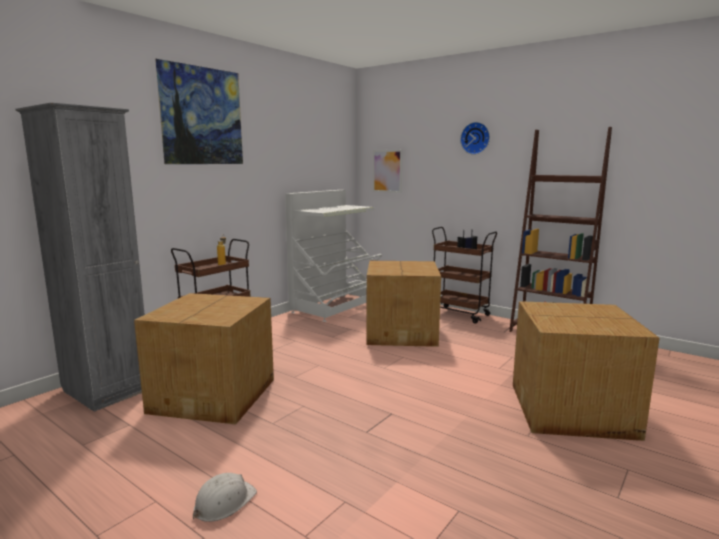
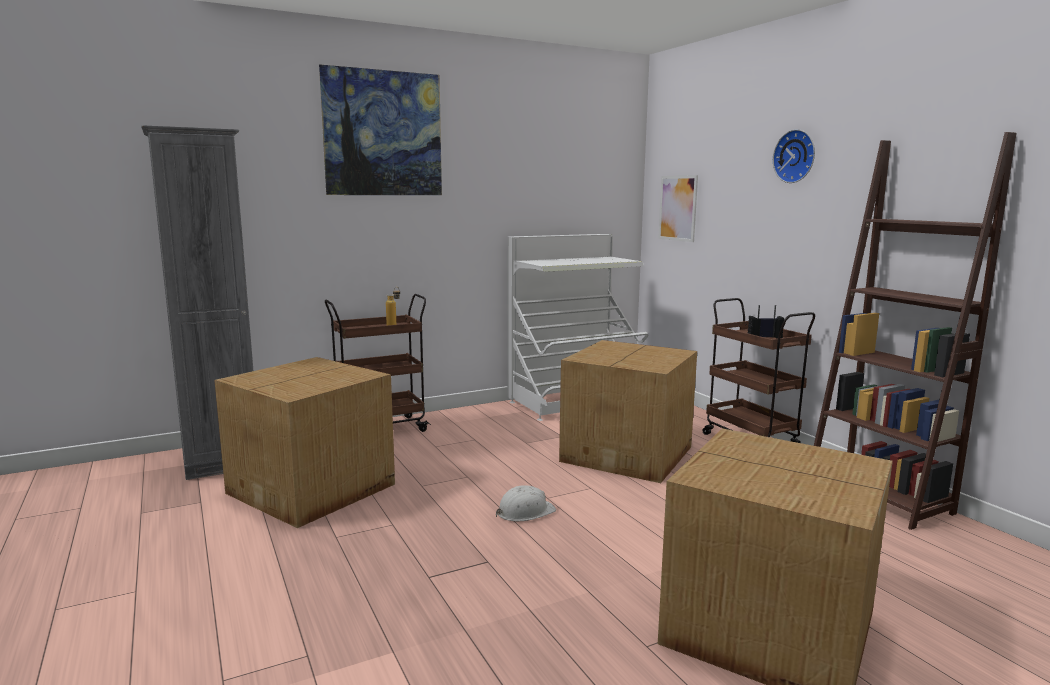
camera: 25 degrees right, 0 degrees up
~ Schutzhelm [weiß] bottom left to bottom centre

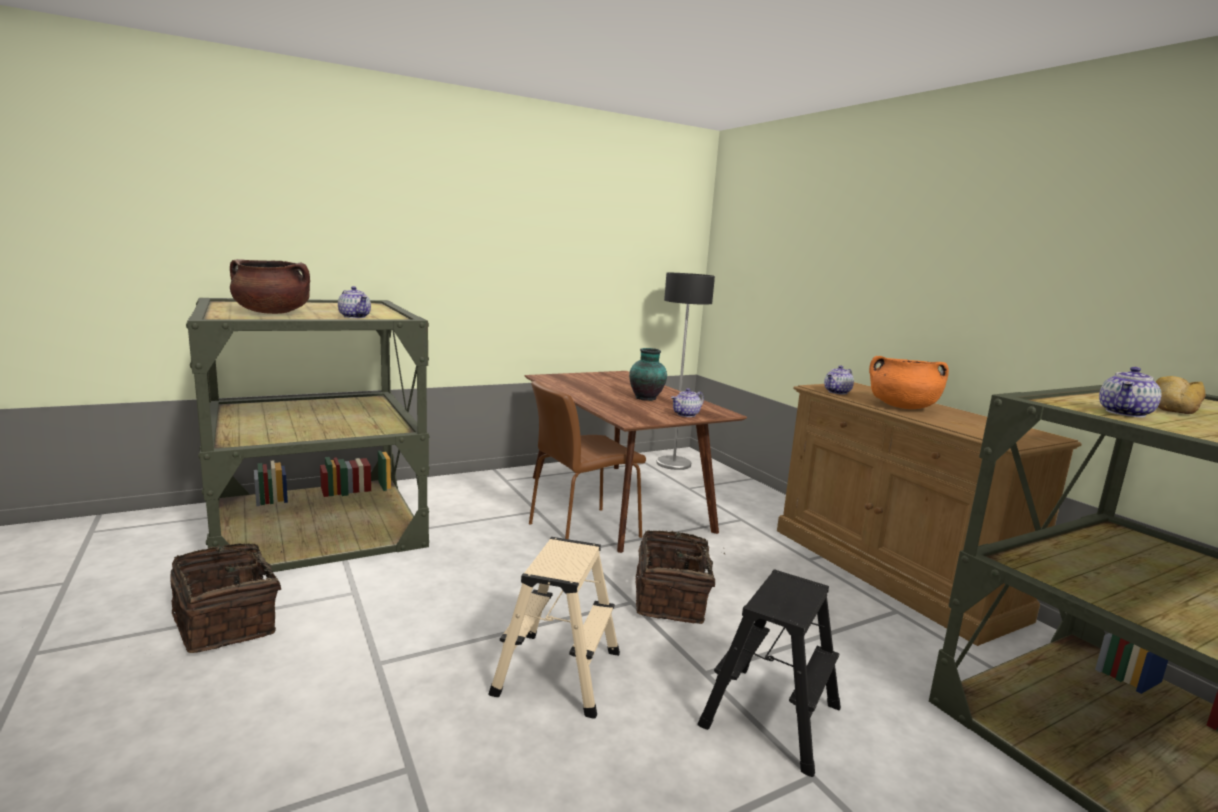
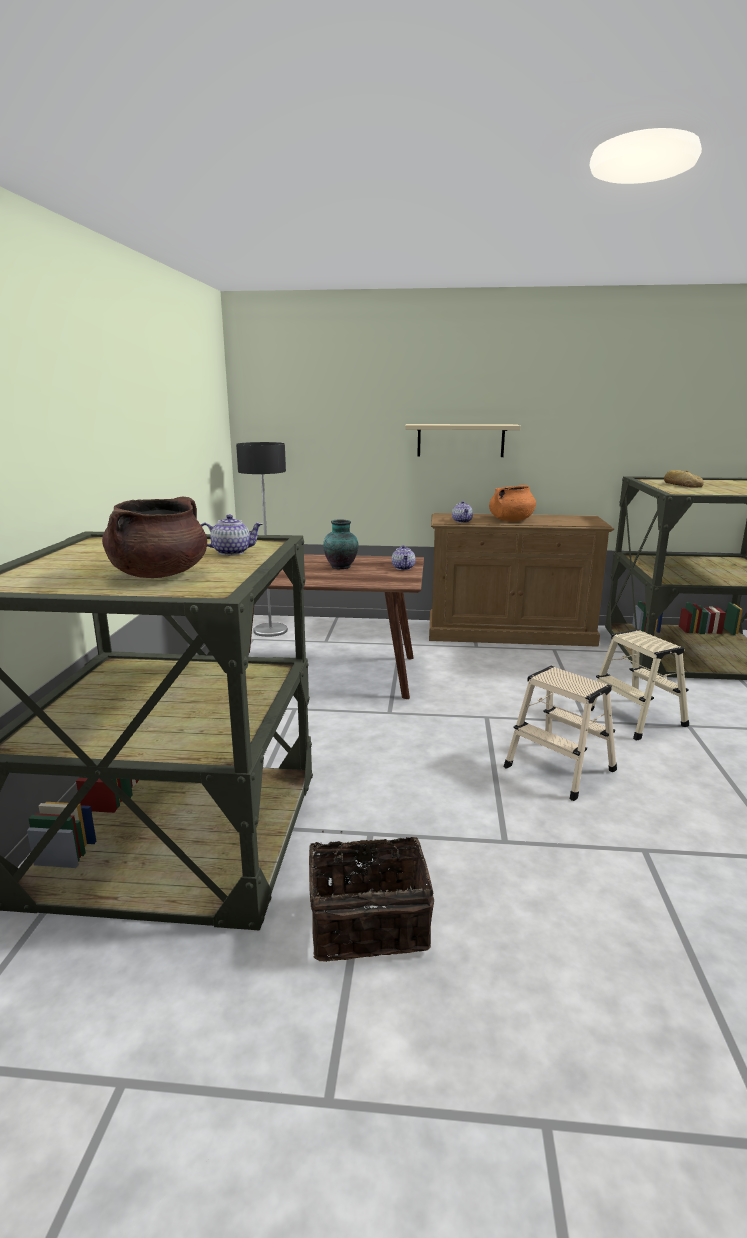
camera: 55 degrees left, 5 degrees up
- Teekanne (no. 4 from left) middle right
- Stuhl [braun] centre
- Korb (no. 2 from left) bottom centre
~ Trittleiter [schwarz] bottom centre to Trittleiter [beige] (no. 2 from left) middle right
+ Wandregal [beige] centre

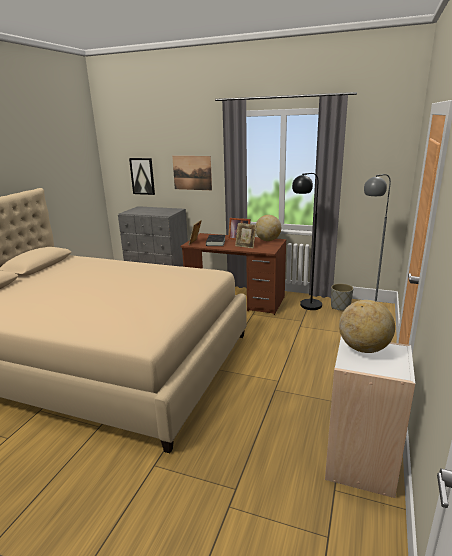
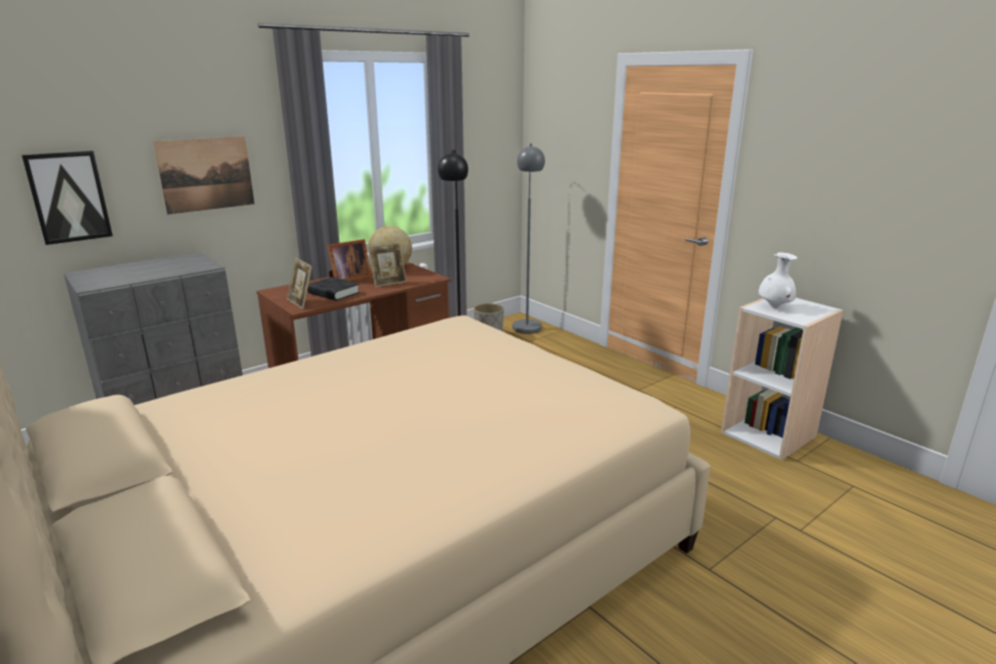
camera: 60 degrees left, 0 degrees up
~ Globus (no. 2 from left) middle right to Vase [weiß] middle right

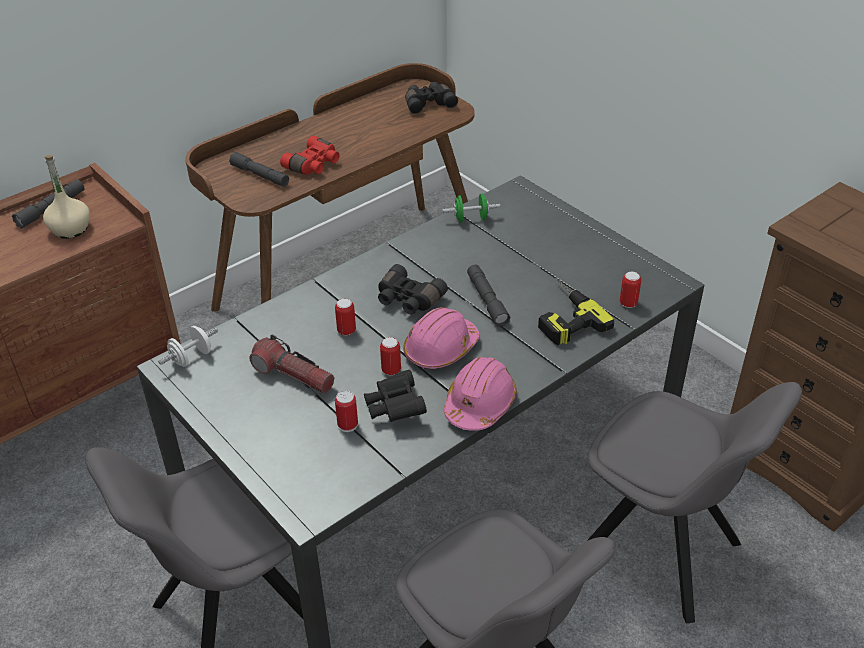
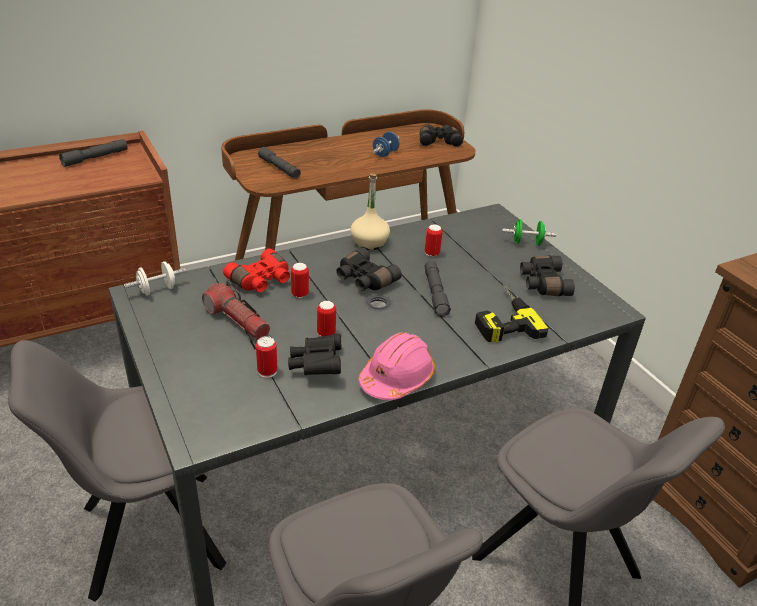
camera: 10 degrees right, 5 degrees down
~ Fernglas [rot] top centre to centre
~ Flasche [beige] top left to centre
~ Hantel [grün] top centre to middle right
~ Dose (no. 4 from left) middle right to centre
- Schutzhelm [rosa] (no. 1 from left) centre
+ Hantel [blau] top centre
+ Fernglas [schwarz] (no. 4 from left) middle right

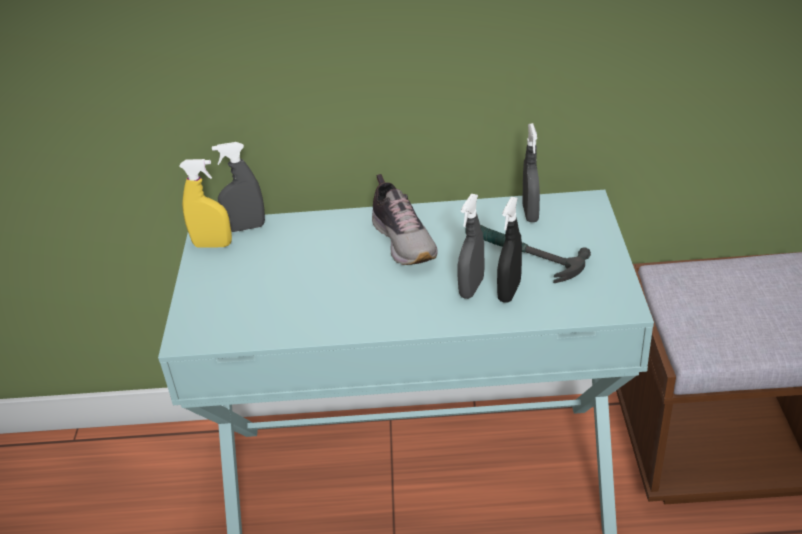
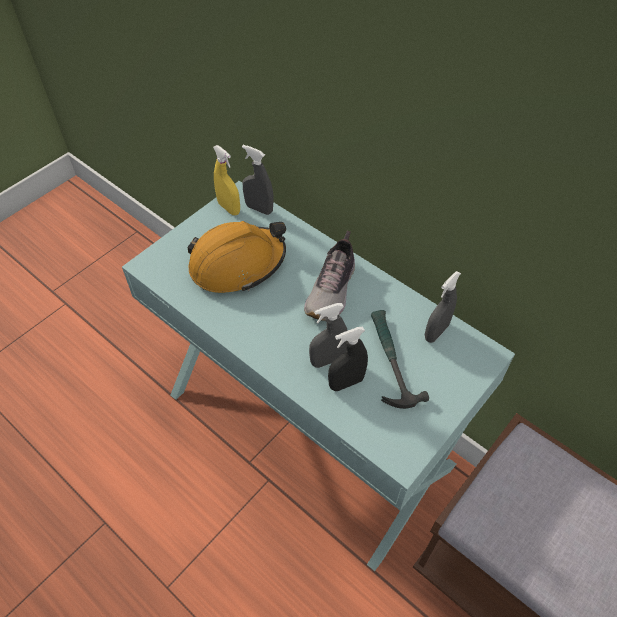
camera: 40 degrees right, 15 degrees up
+ Schutzhelm [orange] centre

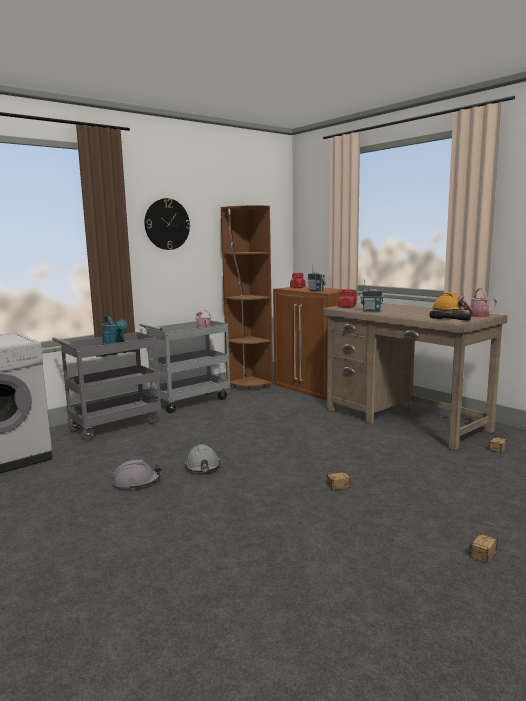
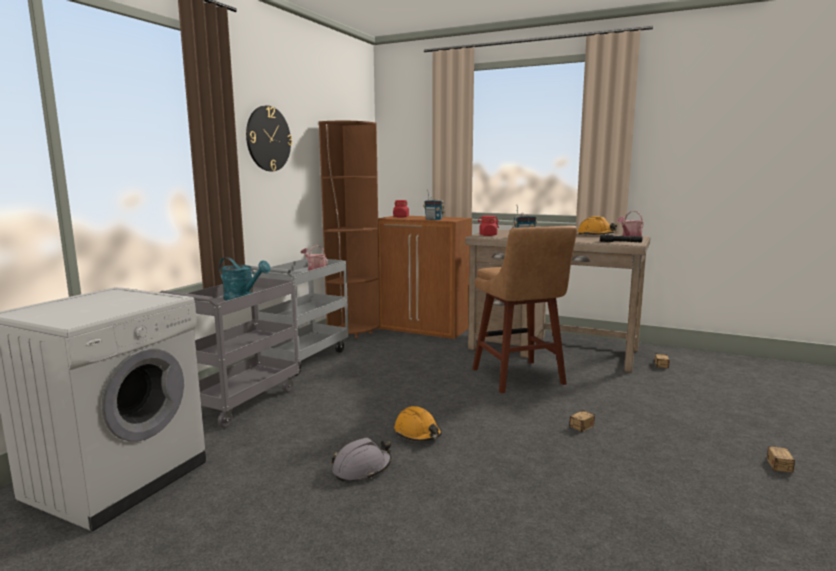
camera: 25 degrees left, 0 degrees up
~ Schutzhelm [grau] (no. 2 from left) centre to Schutzhelm [orange] (no. 1 from left) bottom centre
+ Hocker [braun] centre

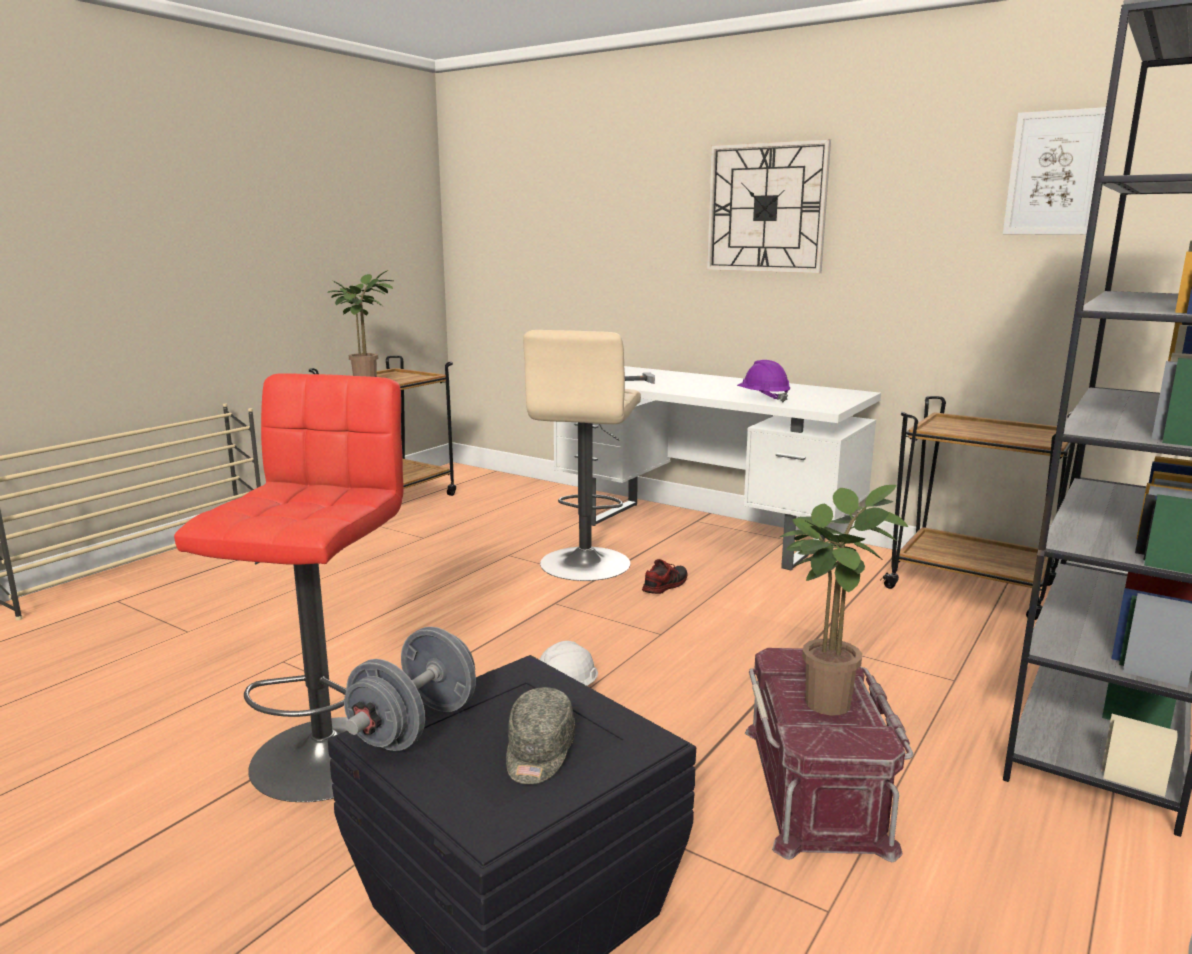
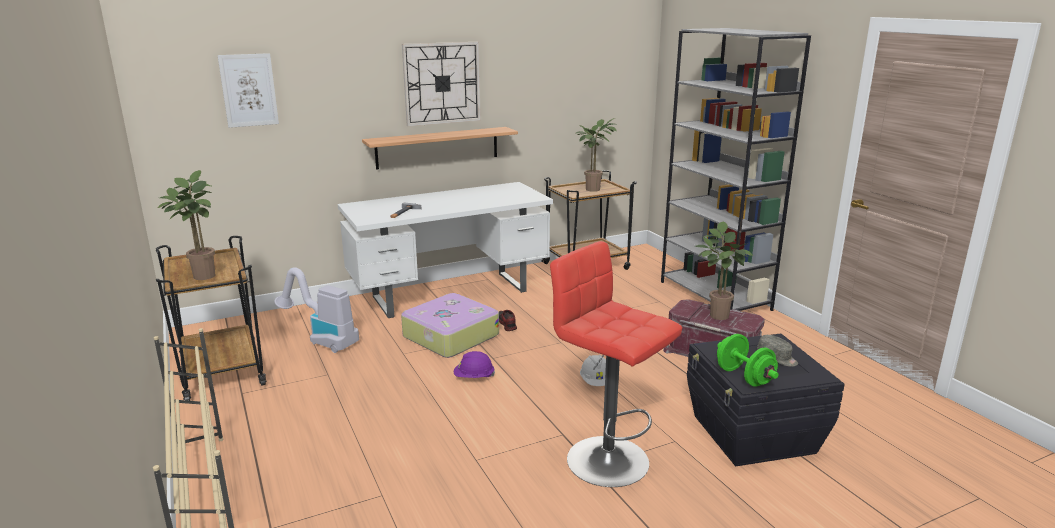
camera: 60 degrees left, 5 degrees up
~ Bild top right to top left
~ Hocker [beige] centre to Koffer centre
~ Schutzhelm [lila] centre to bottom centre
~ Hantel [grau] bottom centre to Hantel [grün] bottom right
+ Topfpflanze (no. 2 from left) top centre
+ Wandregal top centre
+ Staubsauger middle left

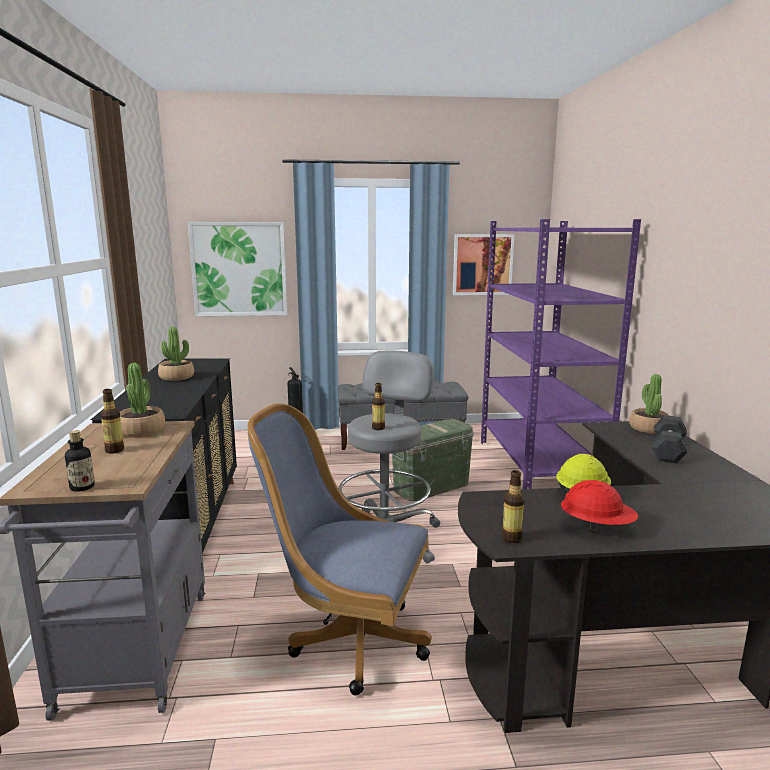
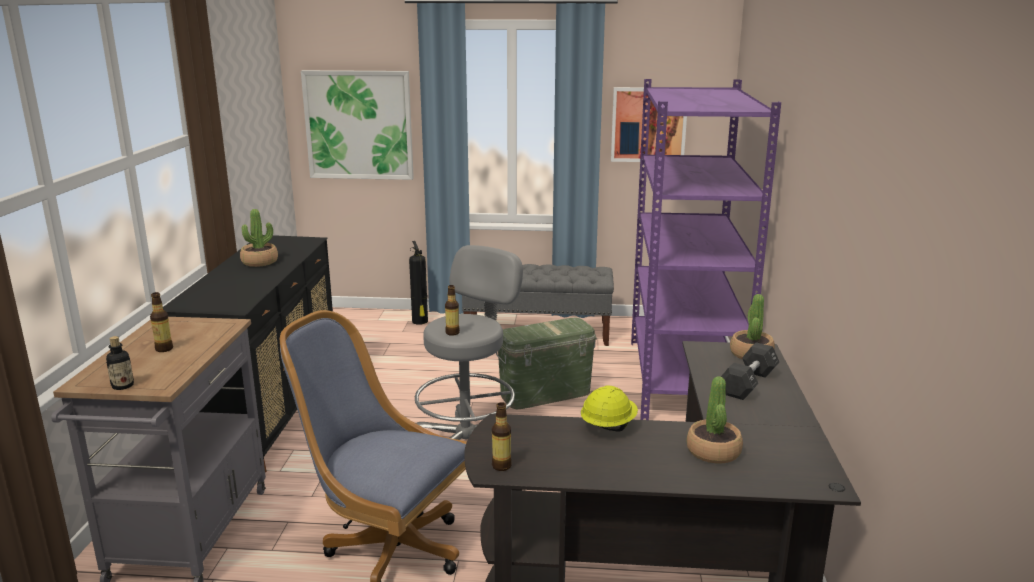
camera: 10 degrees right, 5 degrees up
~ Topfpflanze (no. 1 from left in the first image) middle left to Topfpflanze (no. 2 from left) bottom right
- Schutzhelm [rot] middle right

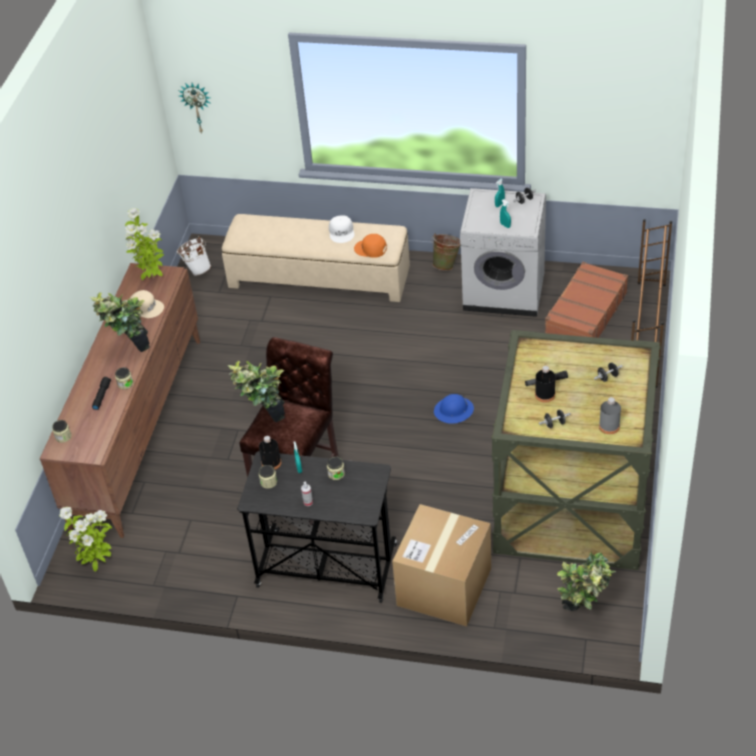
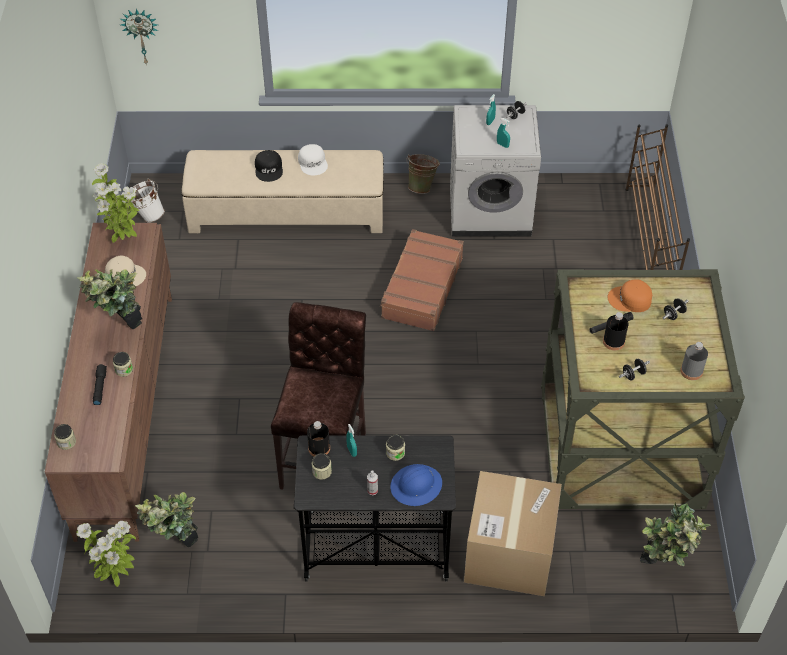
camera: 15 degrees left, 5 degrees up
~ Kappe [orange] top centre to middle right
~ Koffer [braun] middle right to centre
~ Topfpflanze (no. 4 from left) centre to bottom left
~ Schutzhelm [blau] centre to bottom centre
+ Kappe [schwarz] top centre

